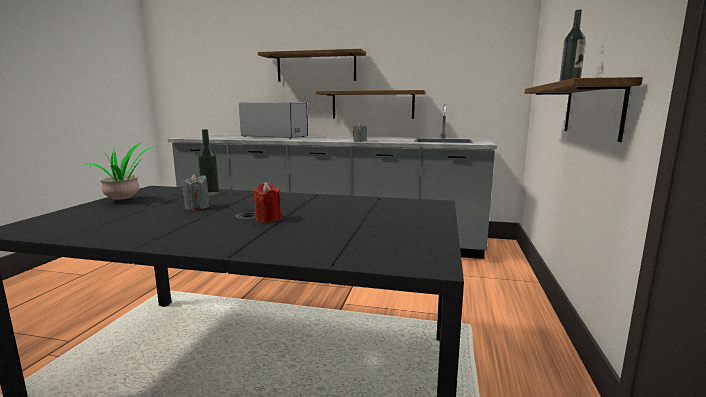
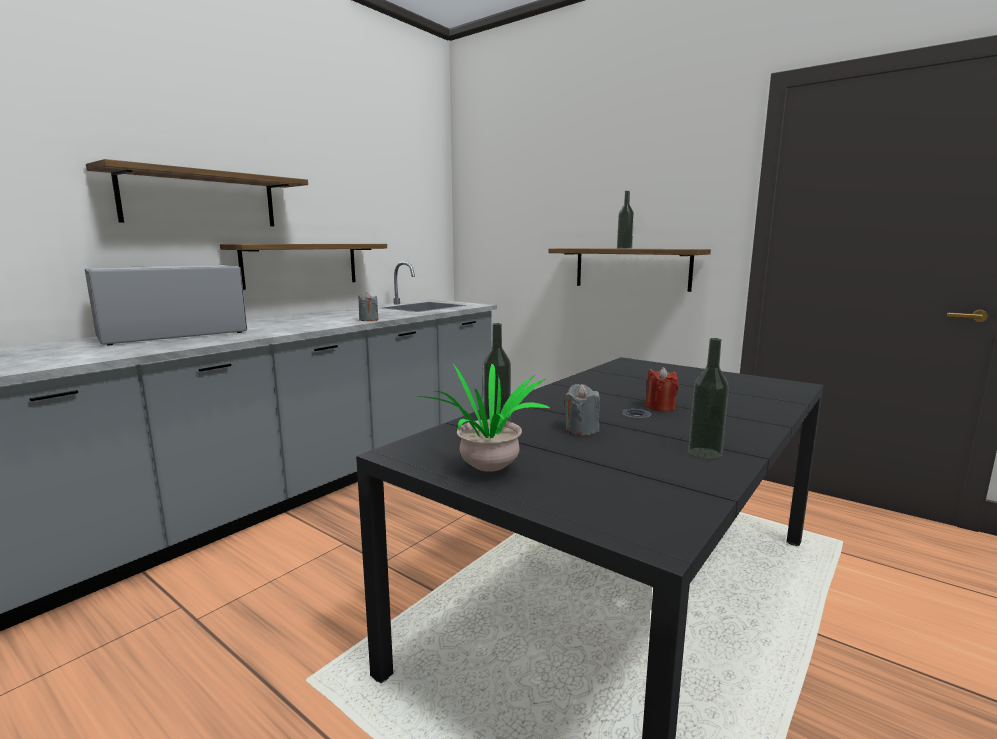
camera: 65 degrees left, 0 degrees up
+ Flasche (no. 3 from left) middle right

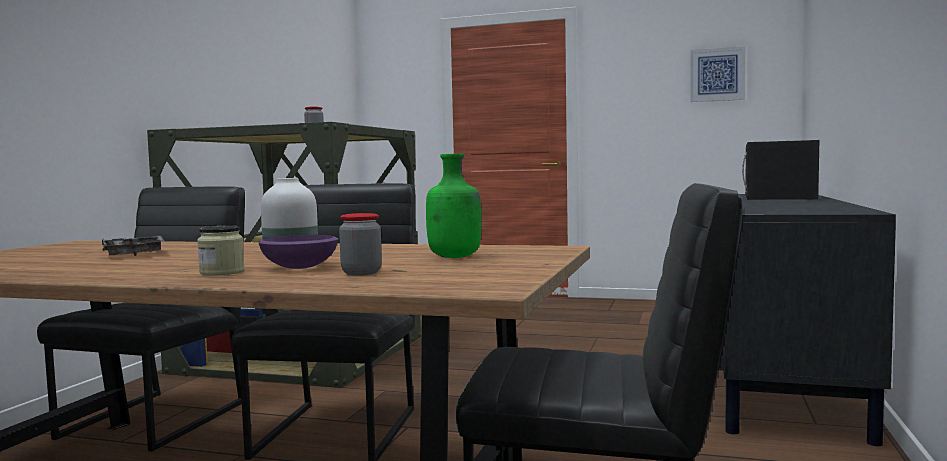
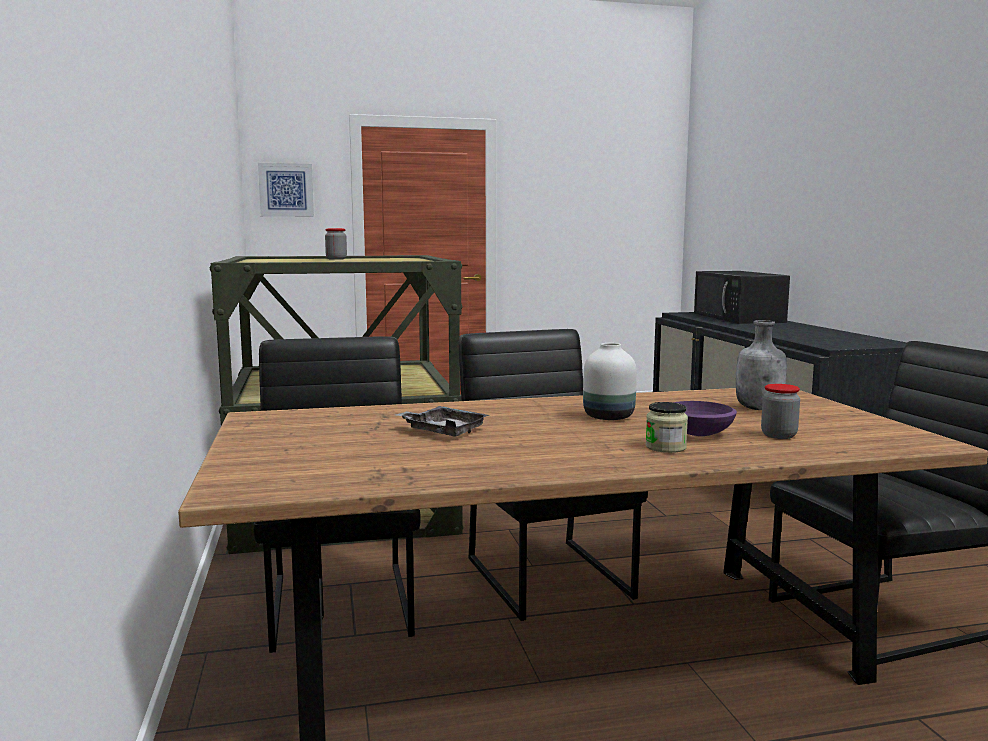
camera: 30 degrees left, 5 degrees up
~ Bild top right to top left
~ Flasche [grün] centre to Flasche [grau] middle right

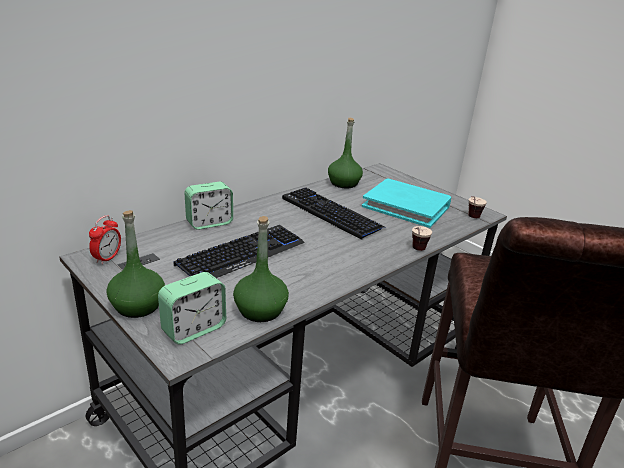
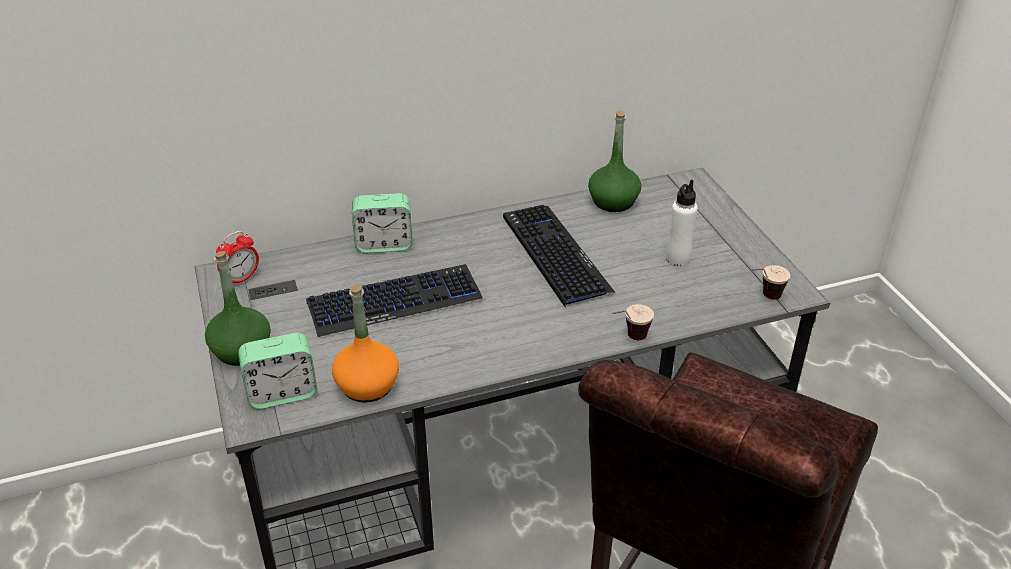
camera: 25 degrees right, 10 degrees up
~ Buch [türkis] centre to Flasche [weiß] middle right
~ Flasche [grün] (no. 2 from left) centre to Flasche [orange] centre

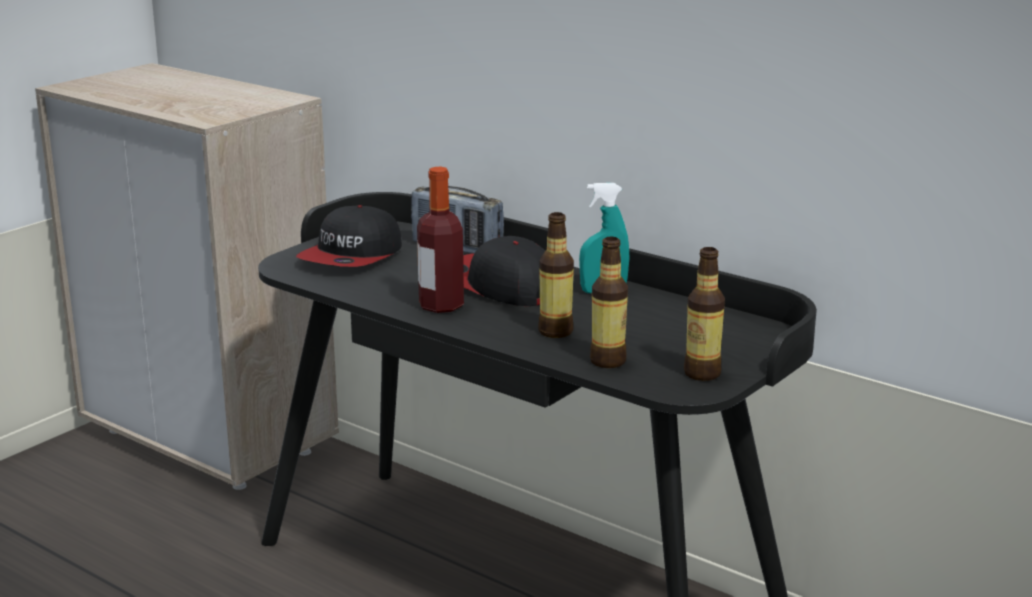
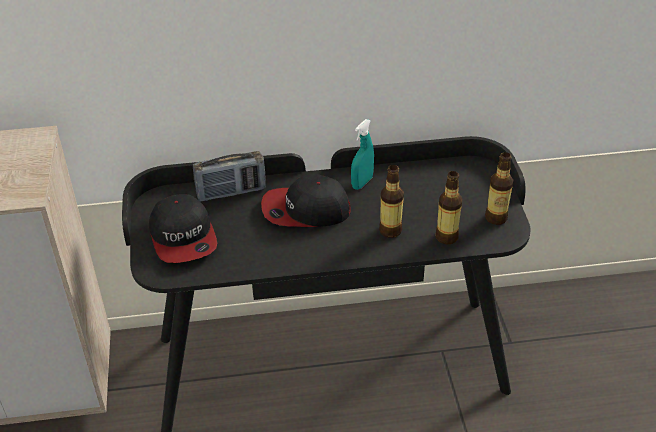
camera: 45 degrees left, 20 degrees up
- Flasche (no. 1 from left) centre

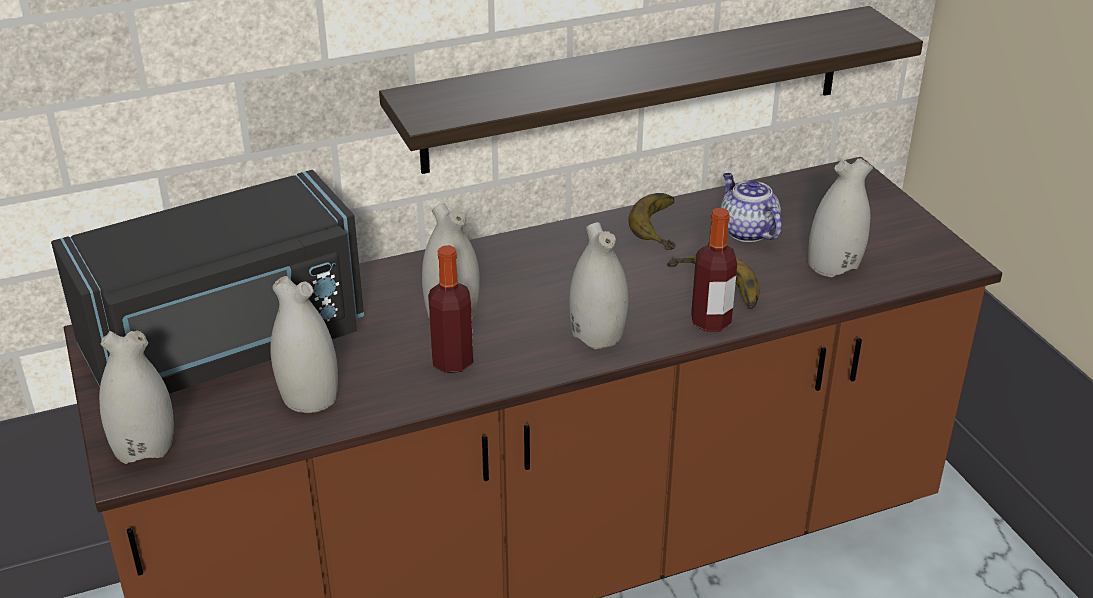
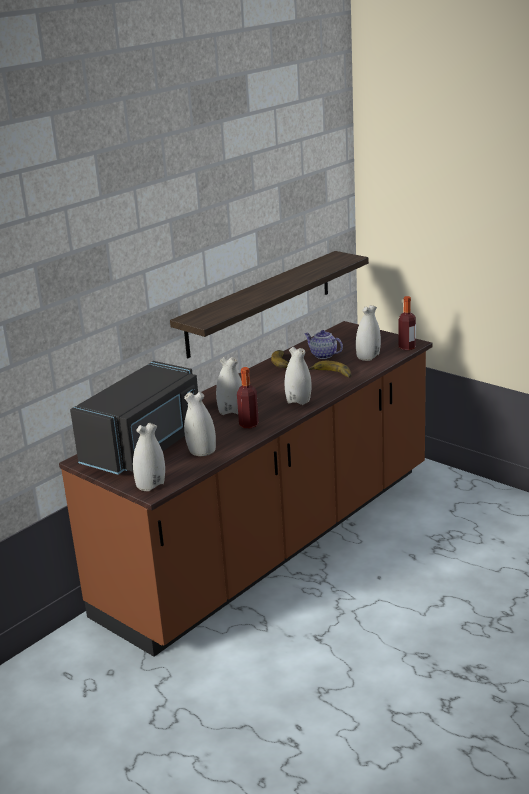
camera: 25 degrees left, 10 degrees down
~ Flasche (no. 2 from left) centre to middle right

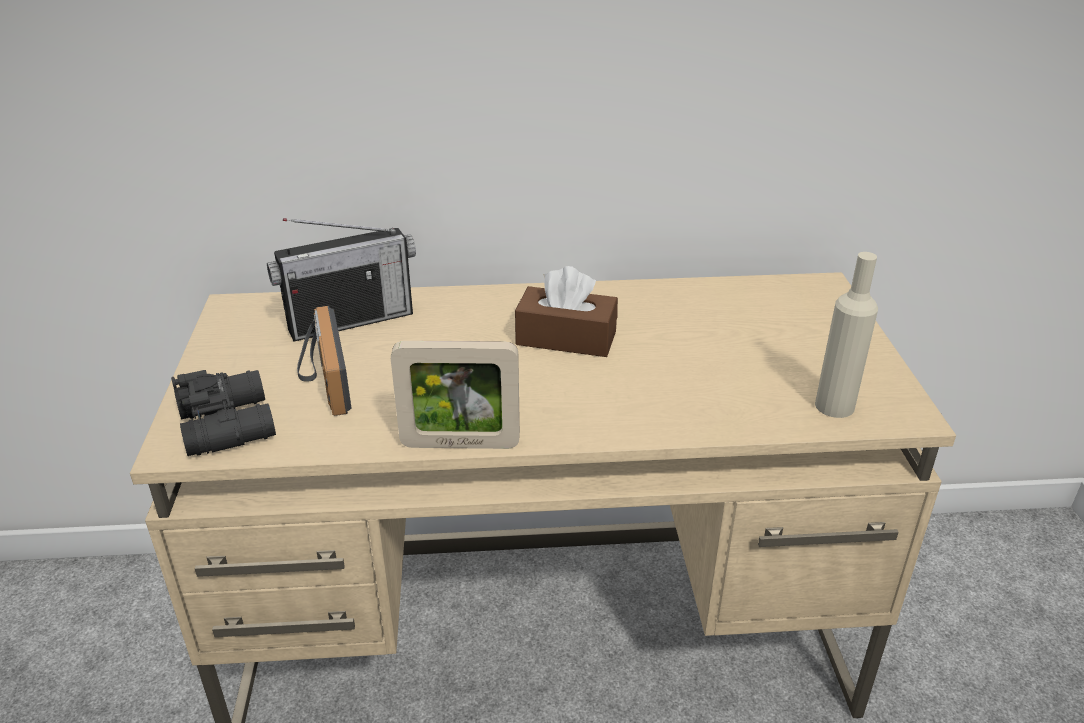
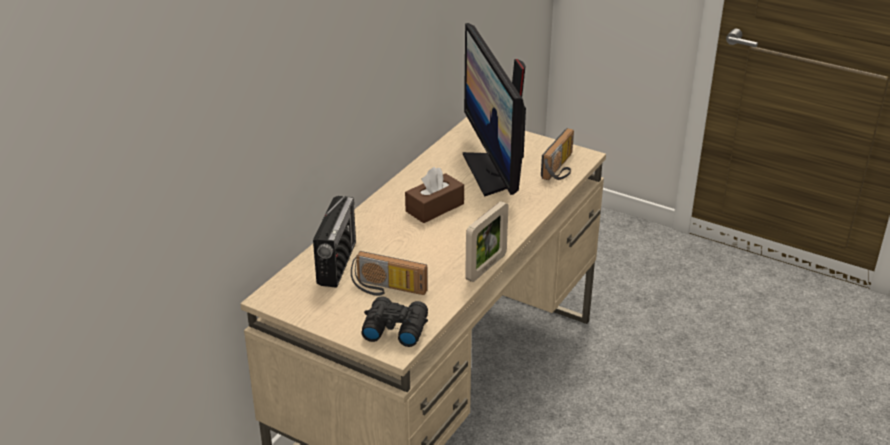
camera: 55 degrees left, 0 degrees up
~ Flasche [beige] middle right to Radio (no. 3 from left) centre
+ Monitor top centre

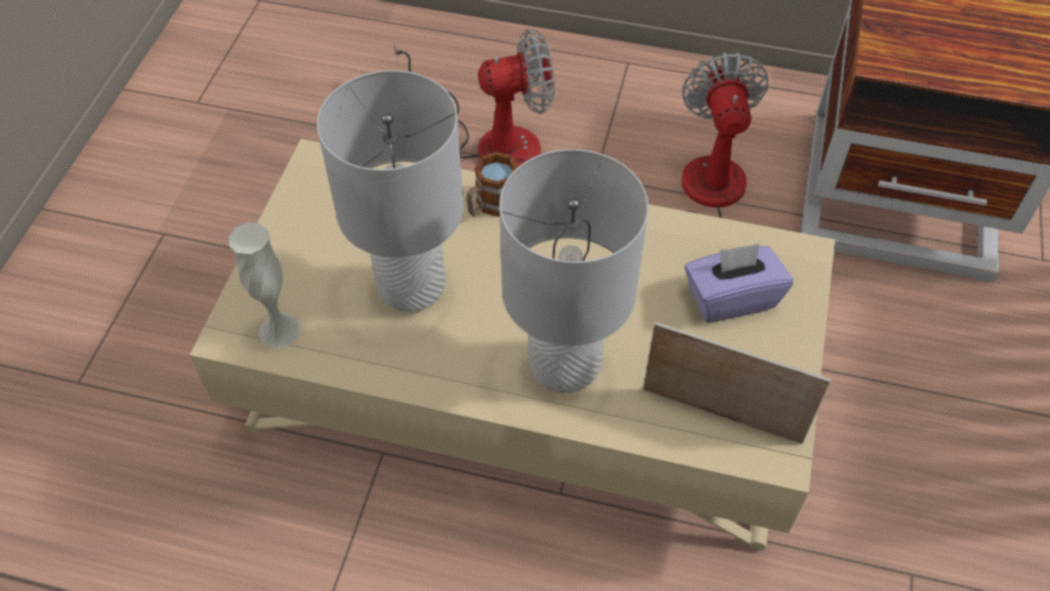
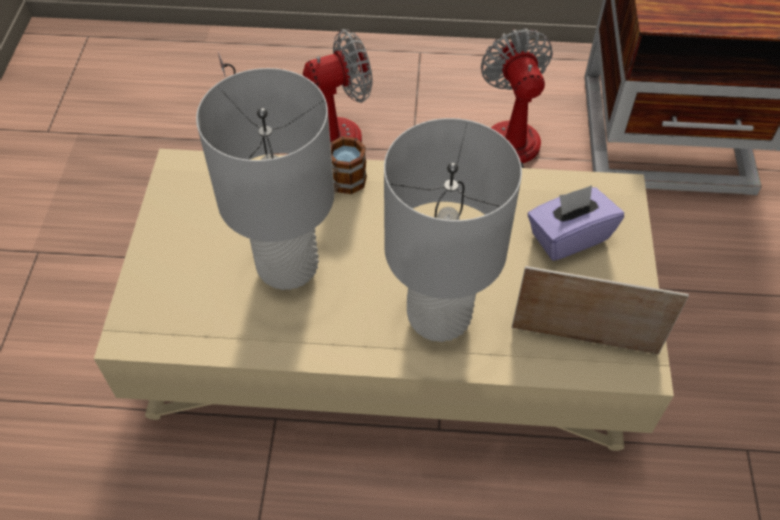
camera: 10 degrees left, 0 degrees up
- Vase [weiß] middle left

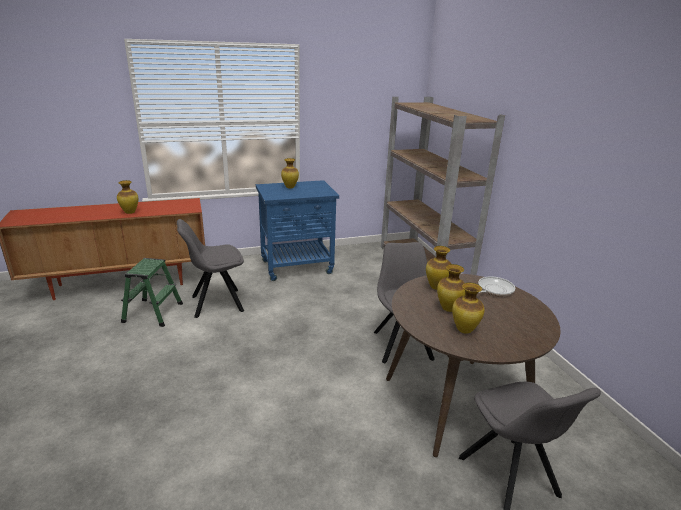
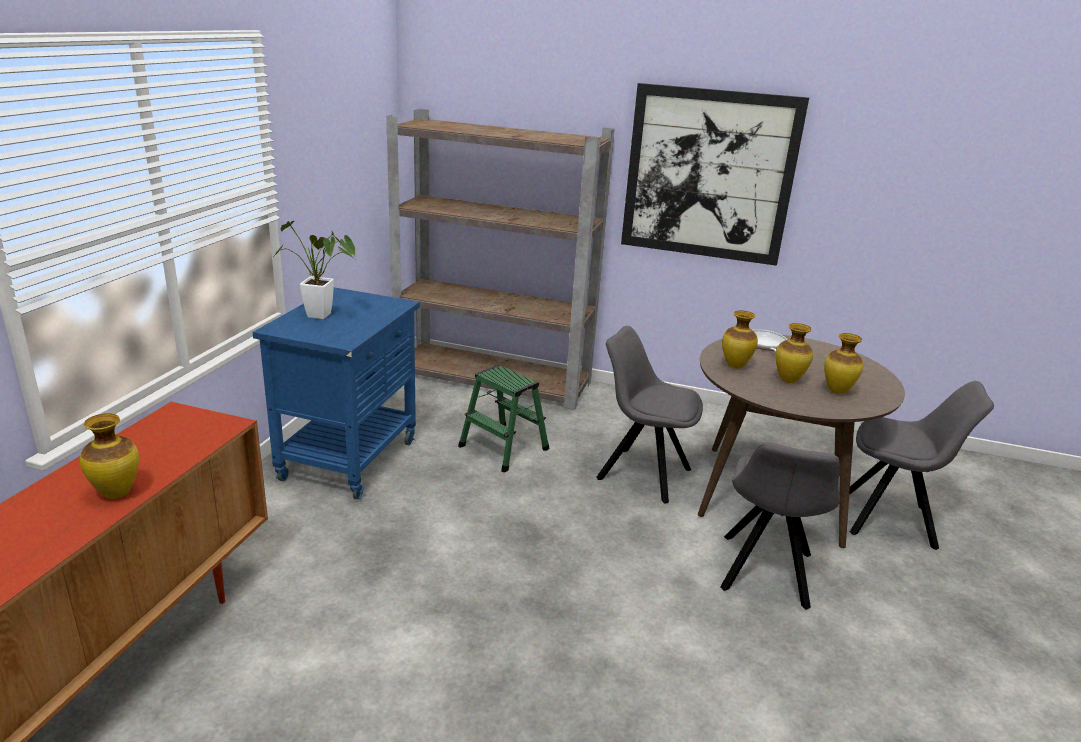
camera: 55 degrees left, 0 degrees up
~ Vase (no. 2 from left) centre to Topfpflanze middle left
~ Stuhl [grau] (no. 1 from left in the first image) middle left to Stuhl [grau] (no. 2 from left) bottom right
~ Trittleiter [grün] middle left to centre
+ Bild top centre

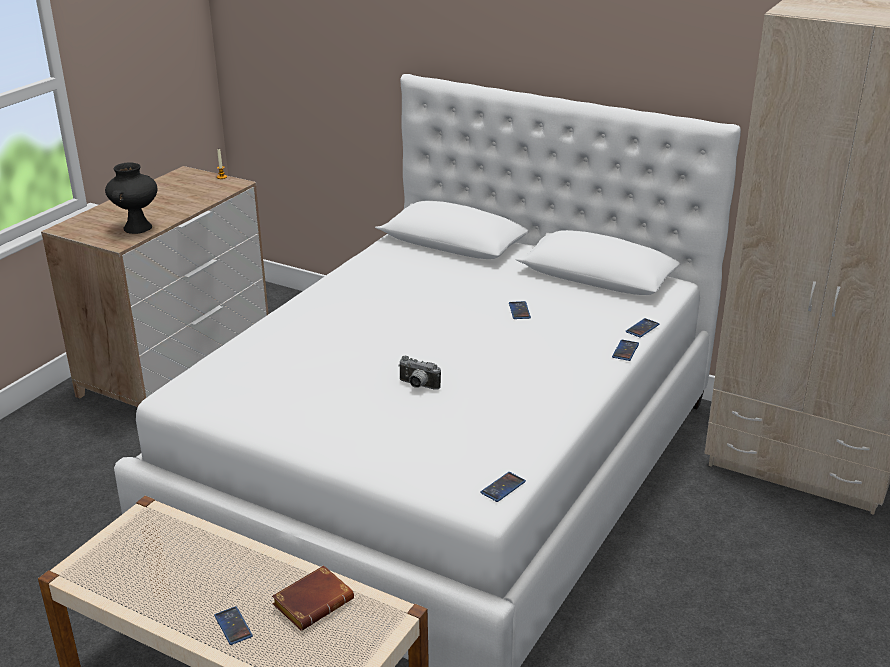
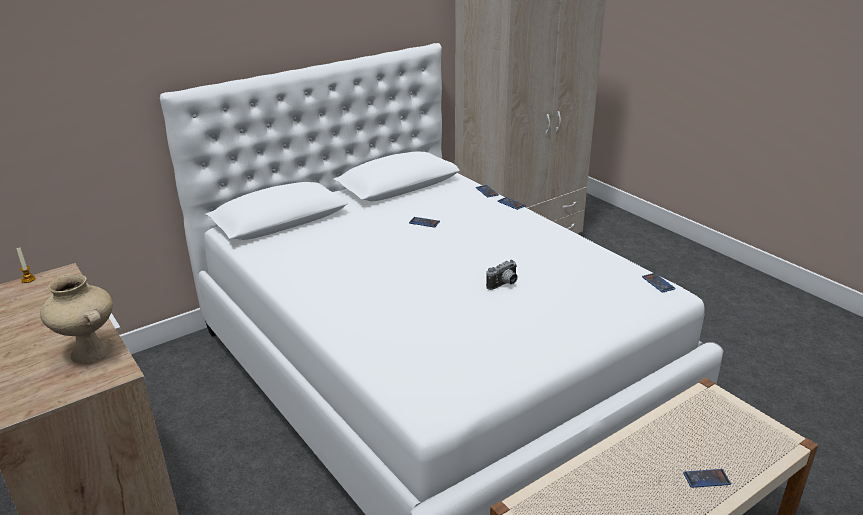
camera: 65 degrees left, 0 degrees up
~ Vase [schwarz] top left to Vase [beige] middle left
- Buch [braun] bottom centre

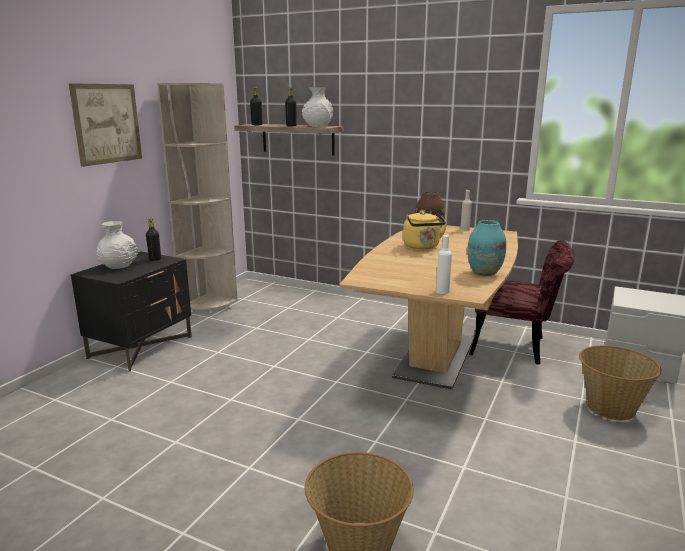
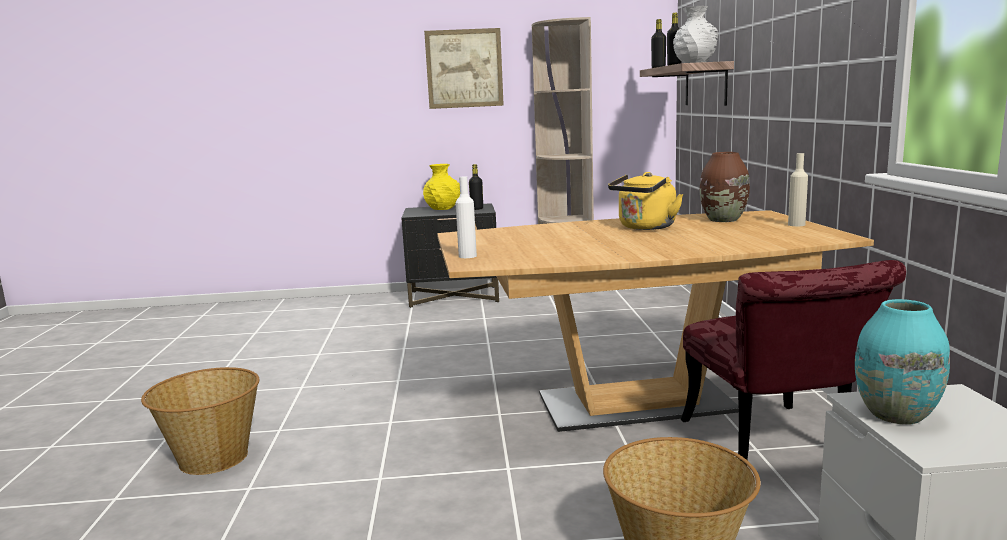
camera: 60 degrees right, 5 degrees down
~ Vase [türkis] middle right to bottom right
~ Vase [weiß] (no. 1 from left) middle left to Vase [gelb] centre

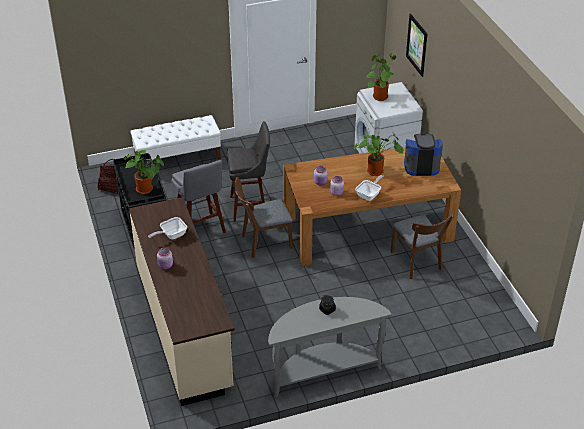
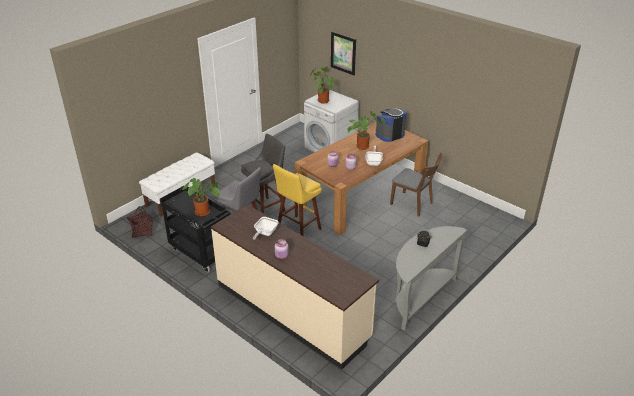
camera: 30 degrees left, 5 degrees down
~ Stuhl [braun] (no. 1 from left) centre to Hocker [gelb] centre

